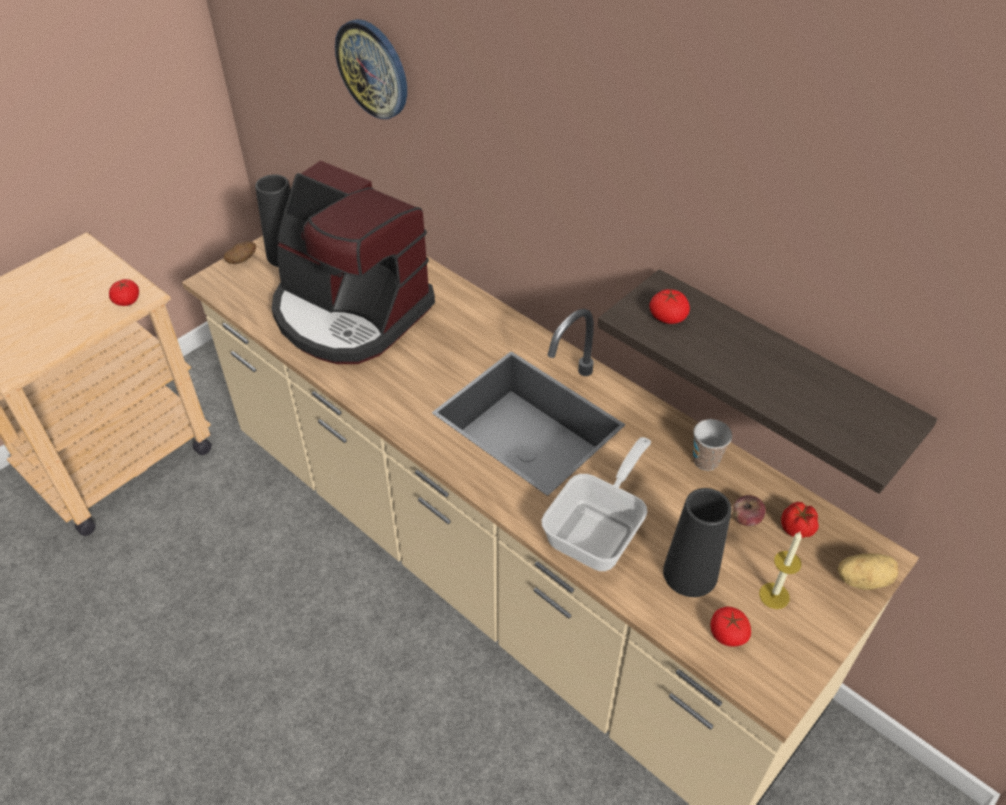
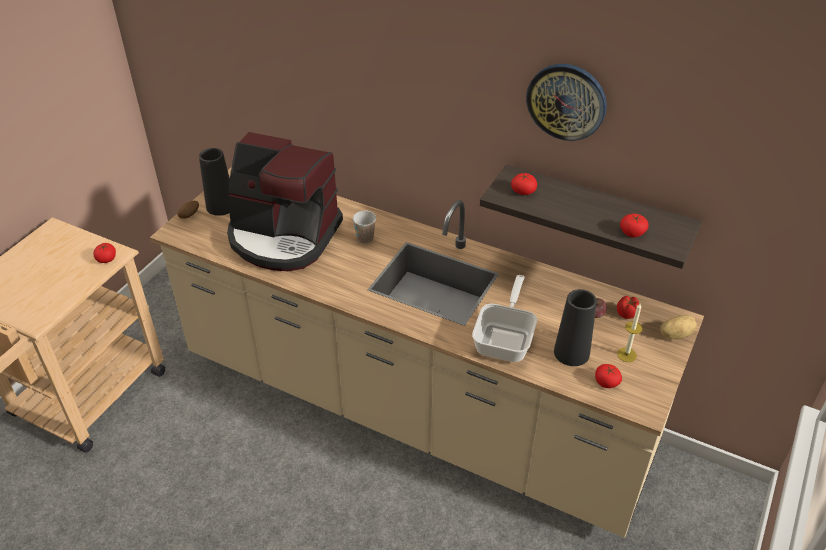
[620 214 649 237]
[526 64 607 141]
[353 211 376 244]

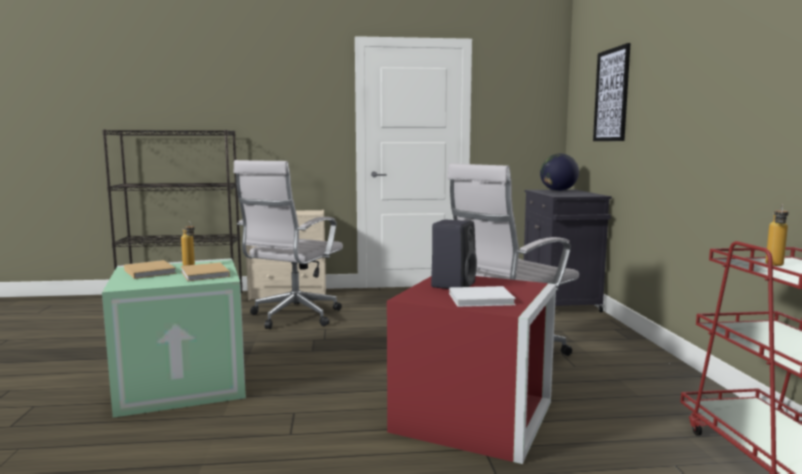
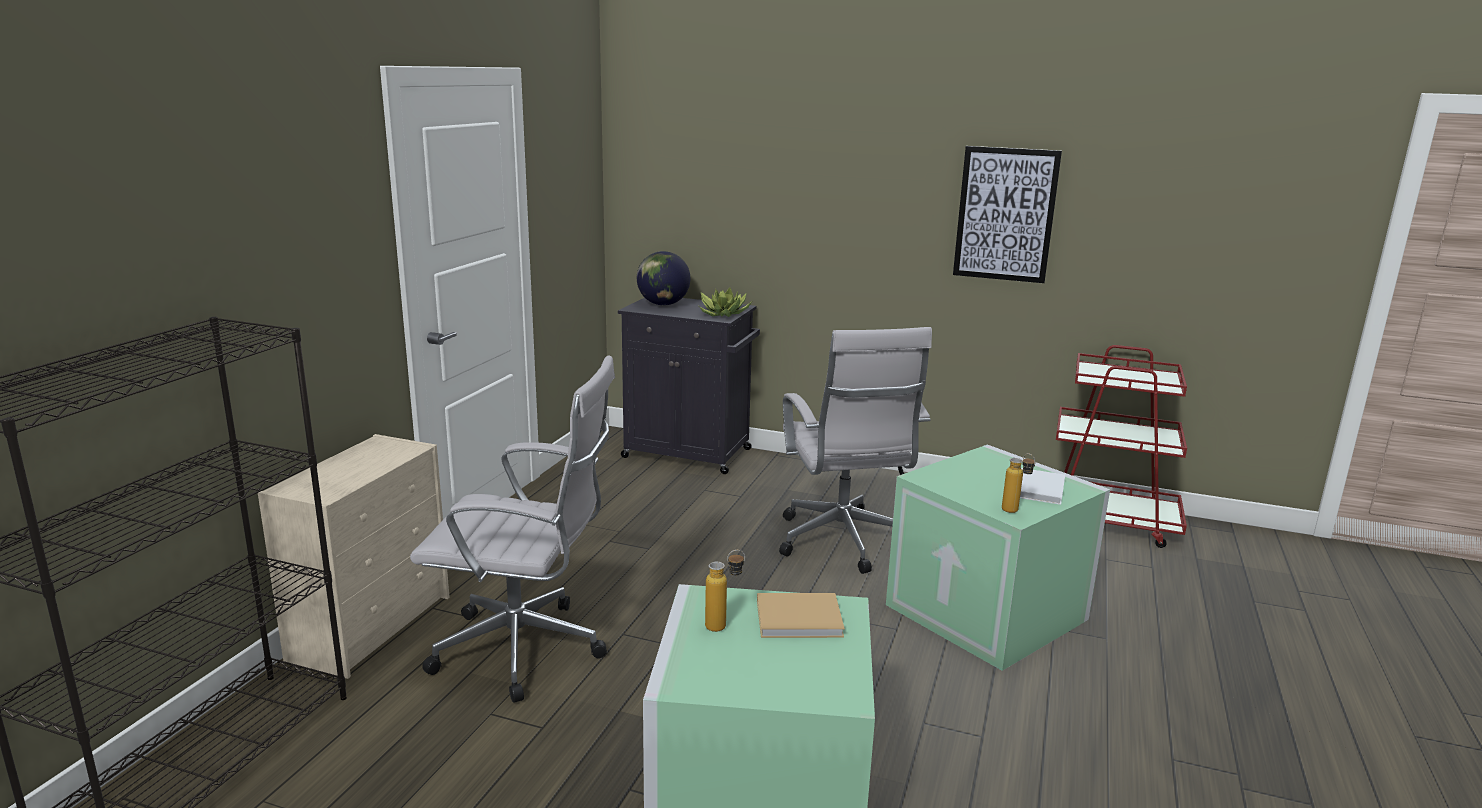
[124 260 176 279] (first image)
[431 220 477 289] (first image)
[699 287 752 317]
[953 146 1062 283]
[1002 453 1035 513]
[886 444 1110 671]
[410 356 615 703]

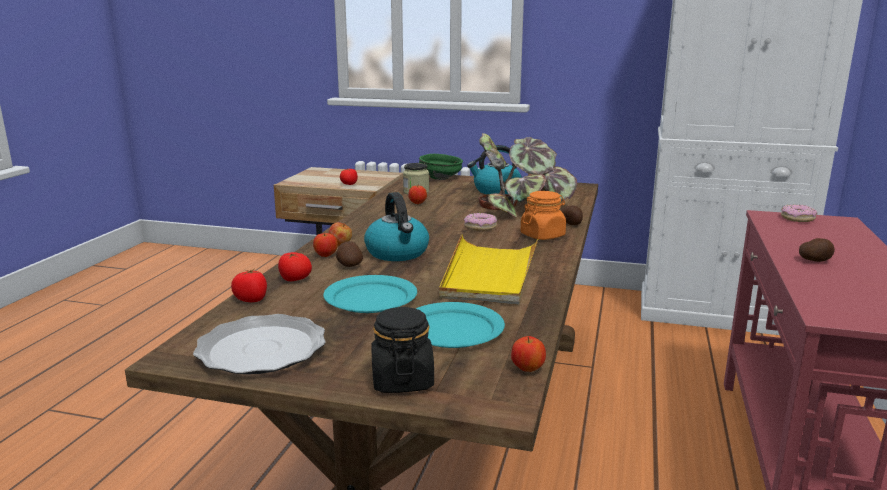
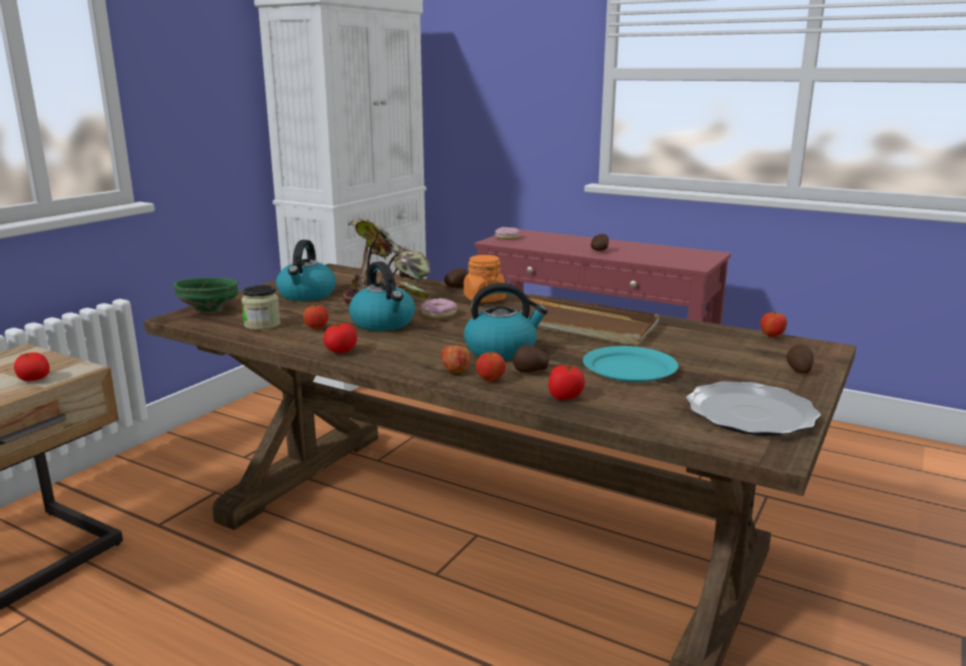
[416 302 505 348] (first image)
[349 261 415 331]
[323 323 357 353]
[786 344 814 374]
[520 294 659 346]

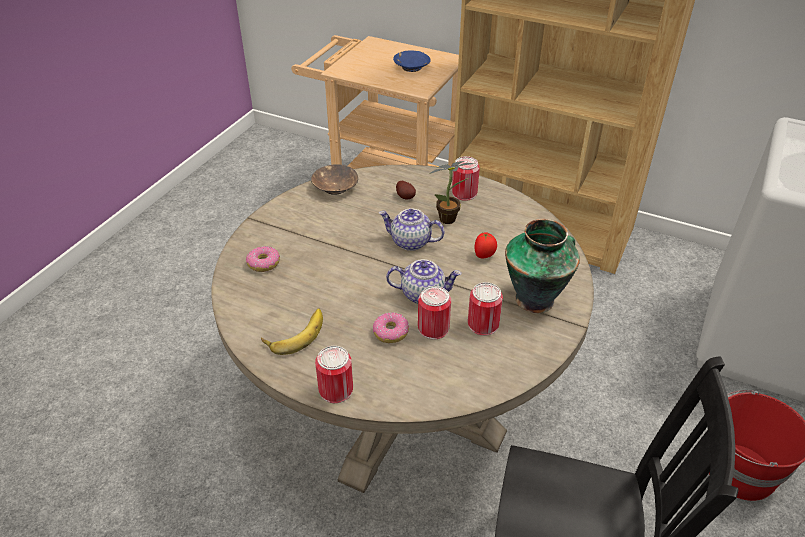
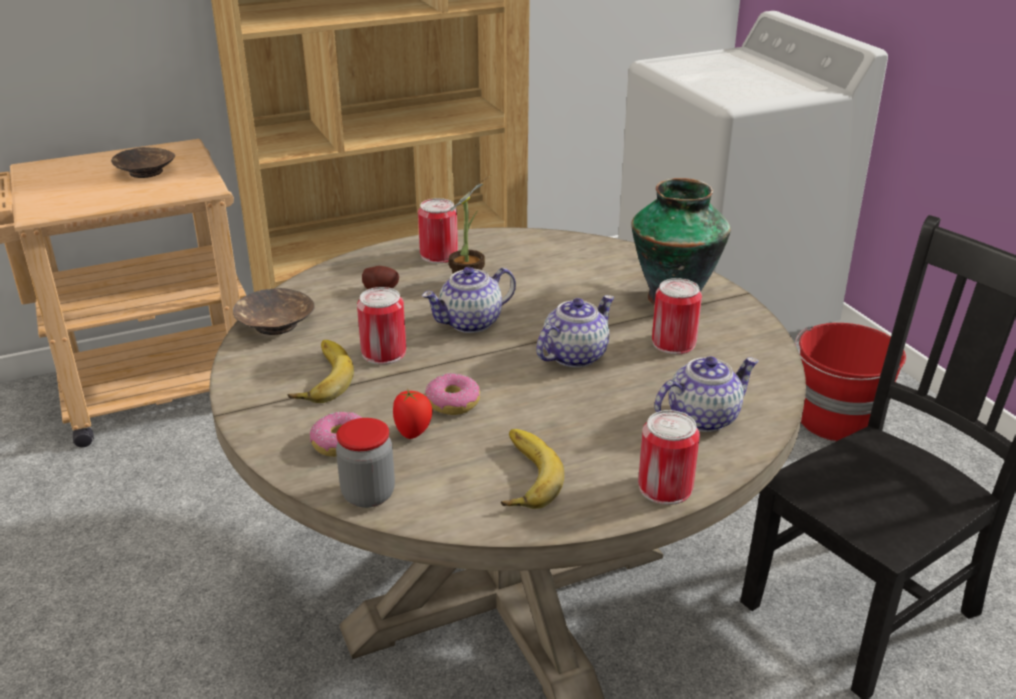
[287 340 354 403]
[336 418 395 508]
[654 357 759 432]
[425 373 480 415]
[357 287 406 365]
[393 388 432 439]
[111 147 175 178]

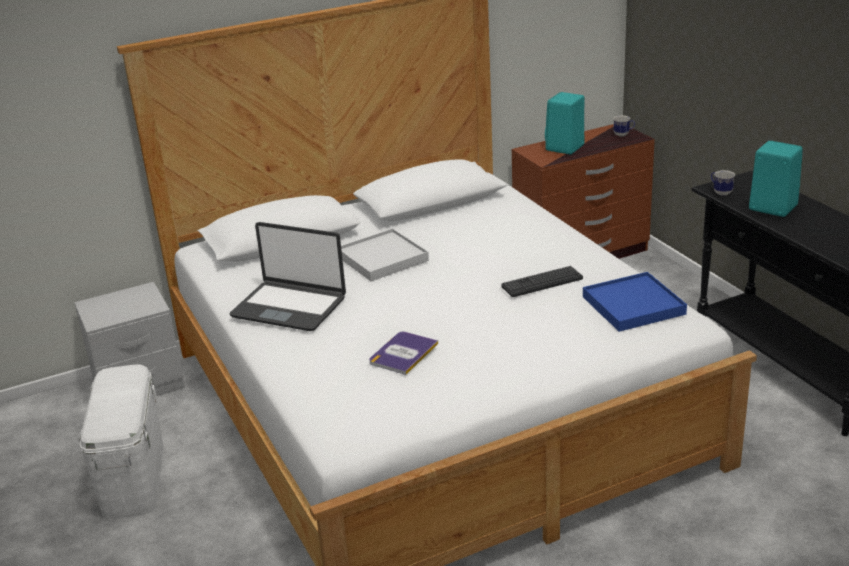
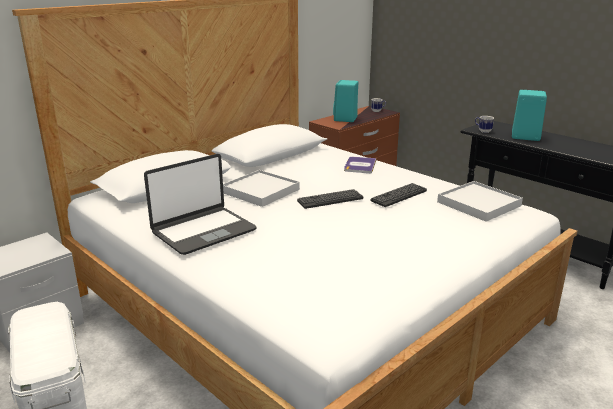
[297 189 363 209]
[344 157 376 174]
[437 181 523 222]
[144 154 257 255]

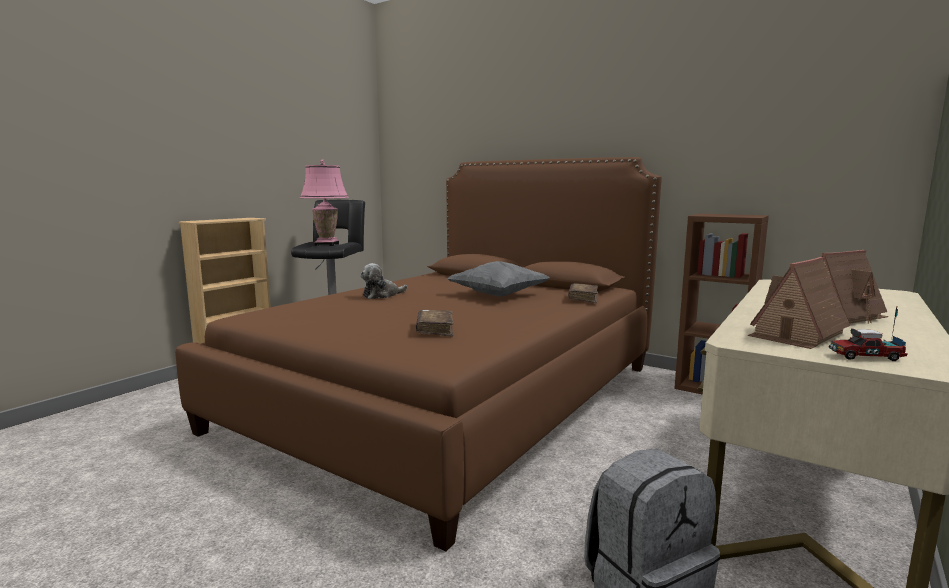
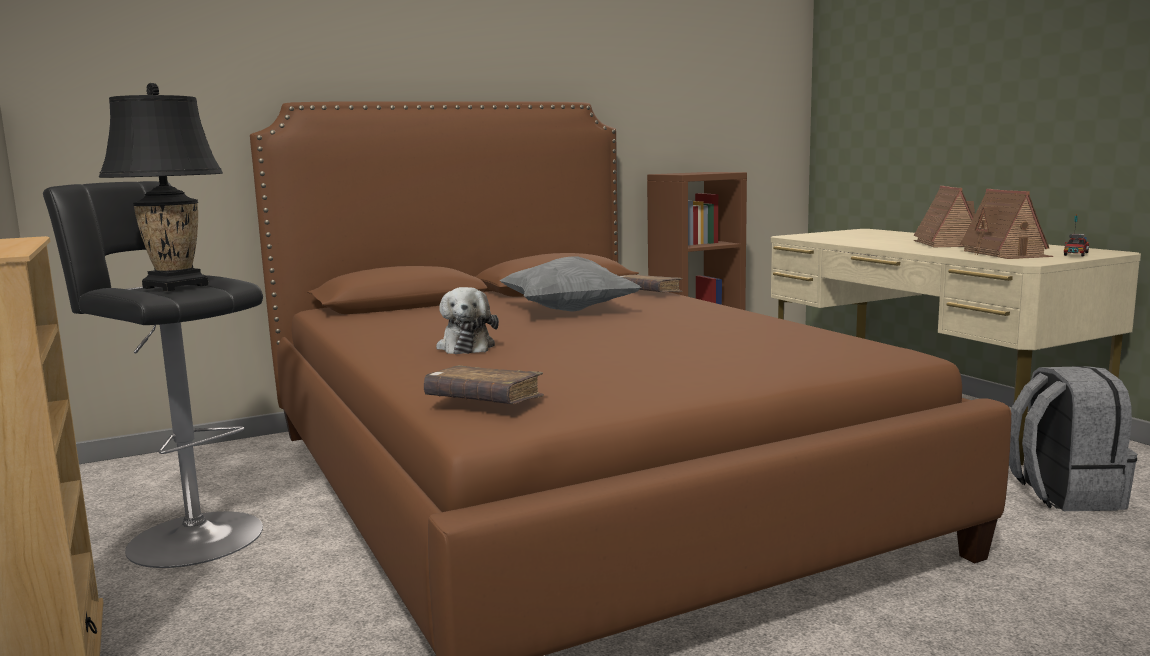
[424 365 544 404]
[99 83 223 291]

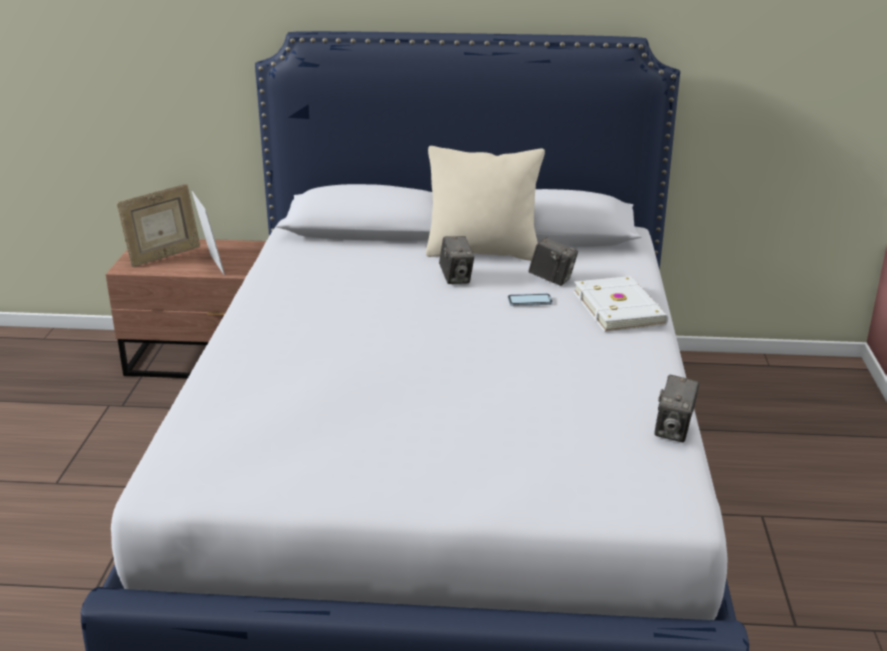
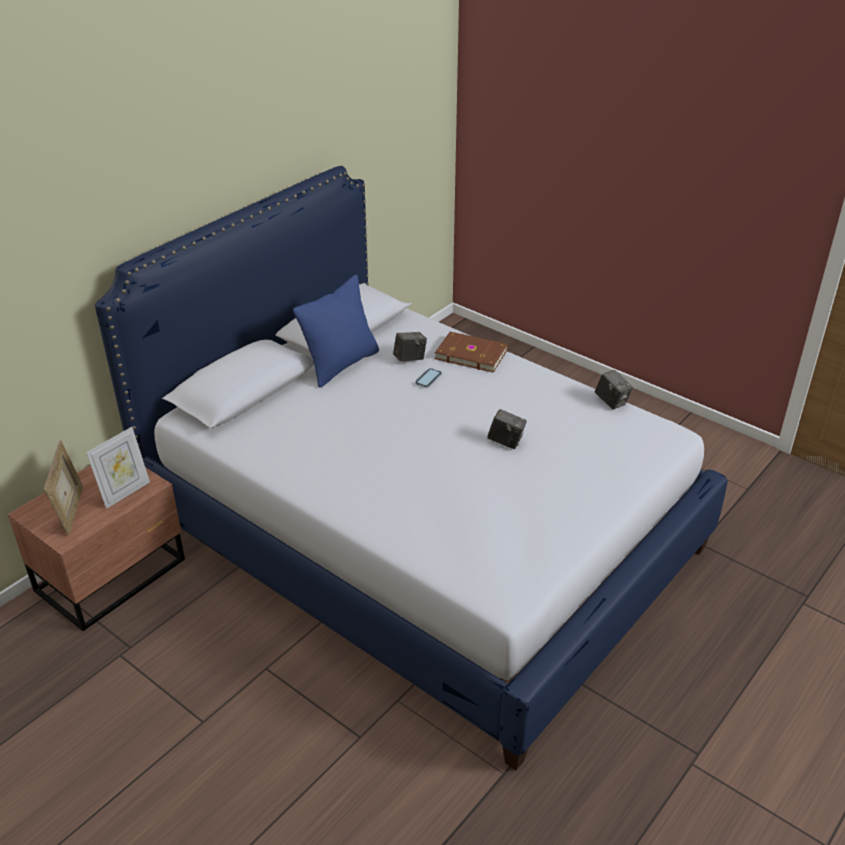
[487 409 527 449]
[293 275 379 388]
[435 332 508 373]
[86 427 150 509]

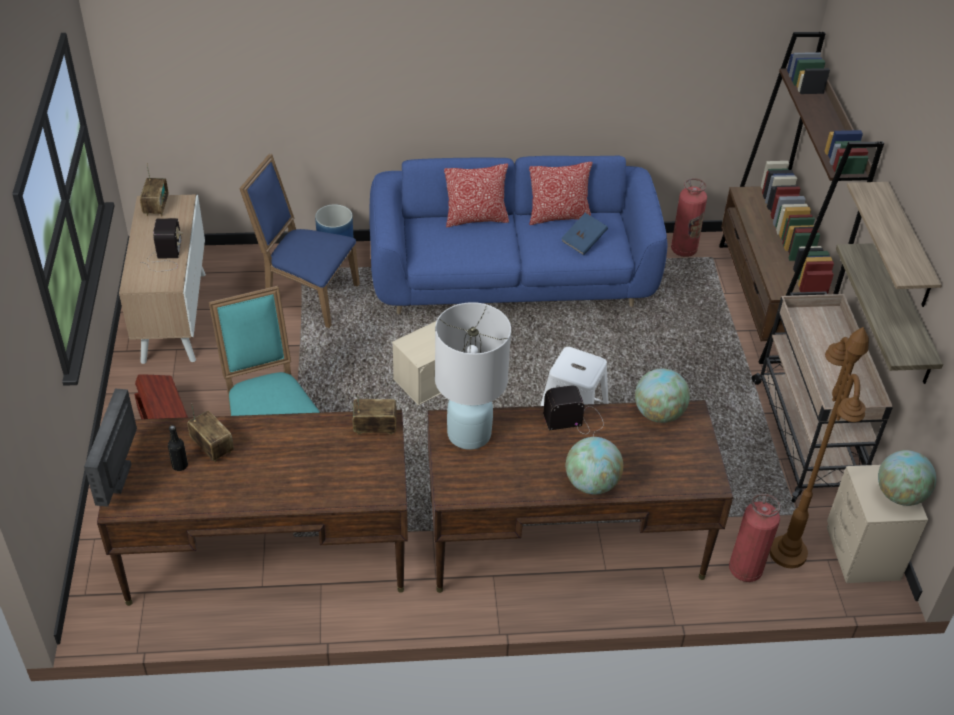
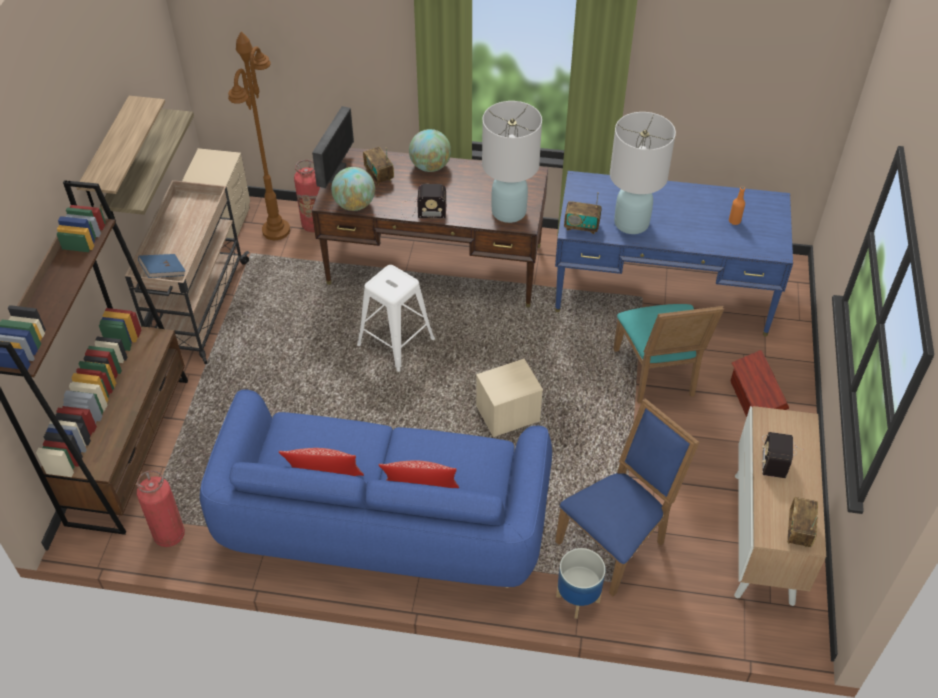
[878 450 936 506] (first image)
[610 112 676 234]
[312 106 354 188]
[363 147 394 185]
[138 254 185 278]
[555 171 793 336]
[729 187 745 225]
[555 398 699 596]

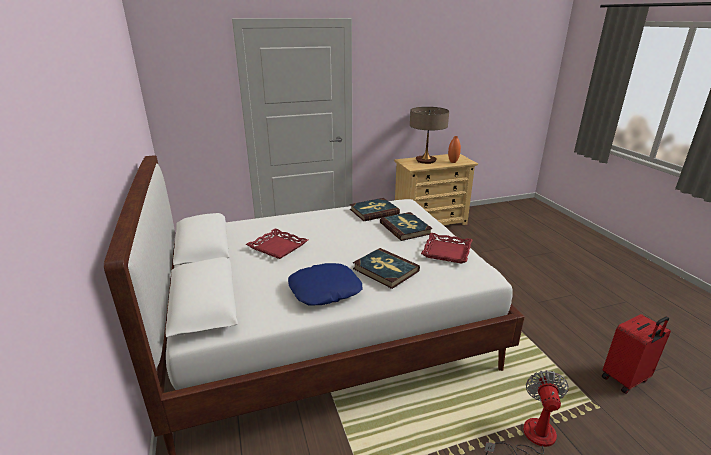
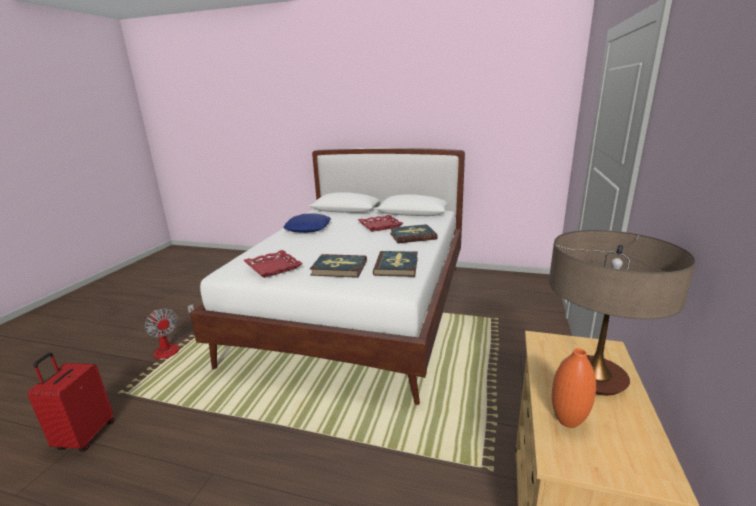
[390 224 437 243]

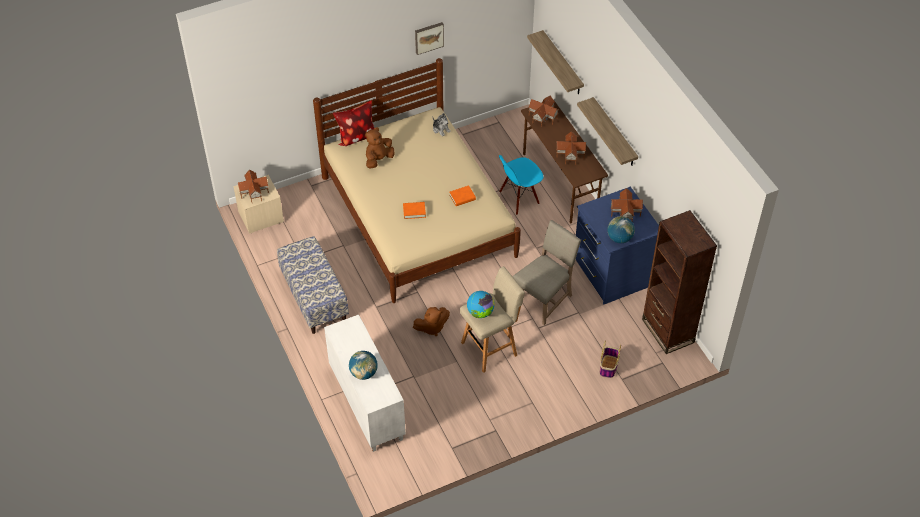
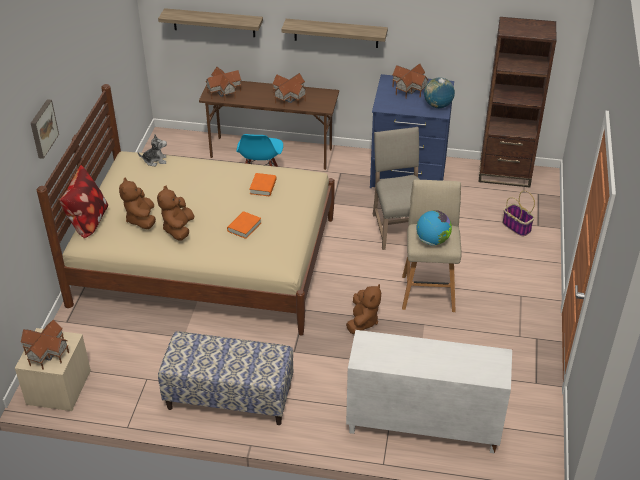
[349 351 378 380] (first image)
[157 185 194 241]
[31 99 59 159]

